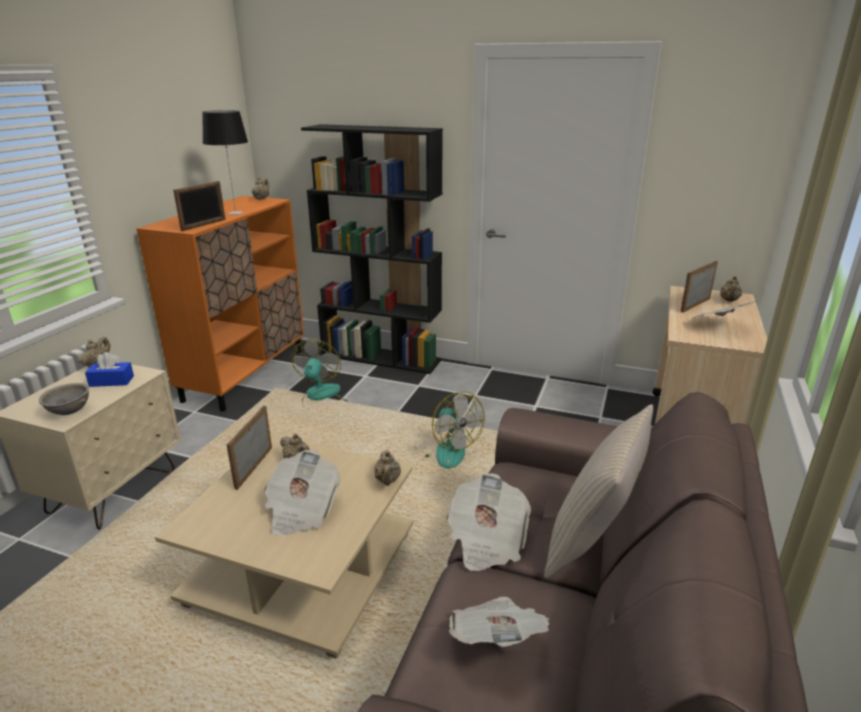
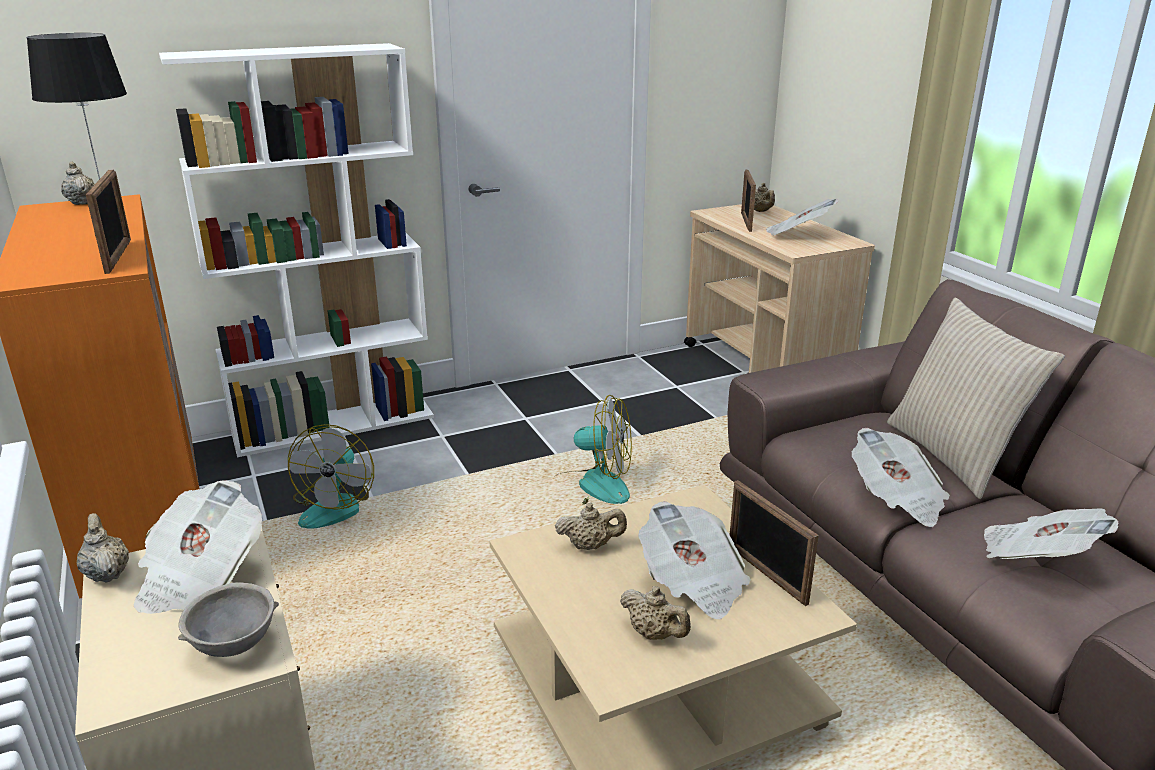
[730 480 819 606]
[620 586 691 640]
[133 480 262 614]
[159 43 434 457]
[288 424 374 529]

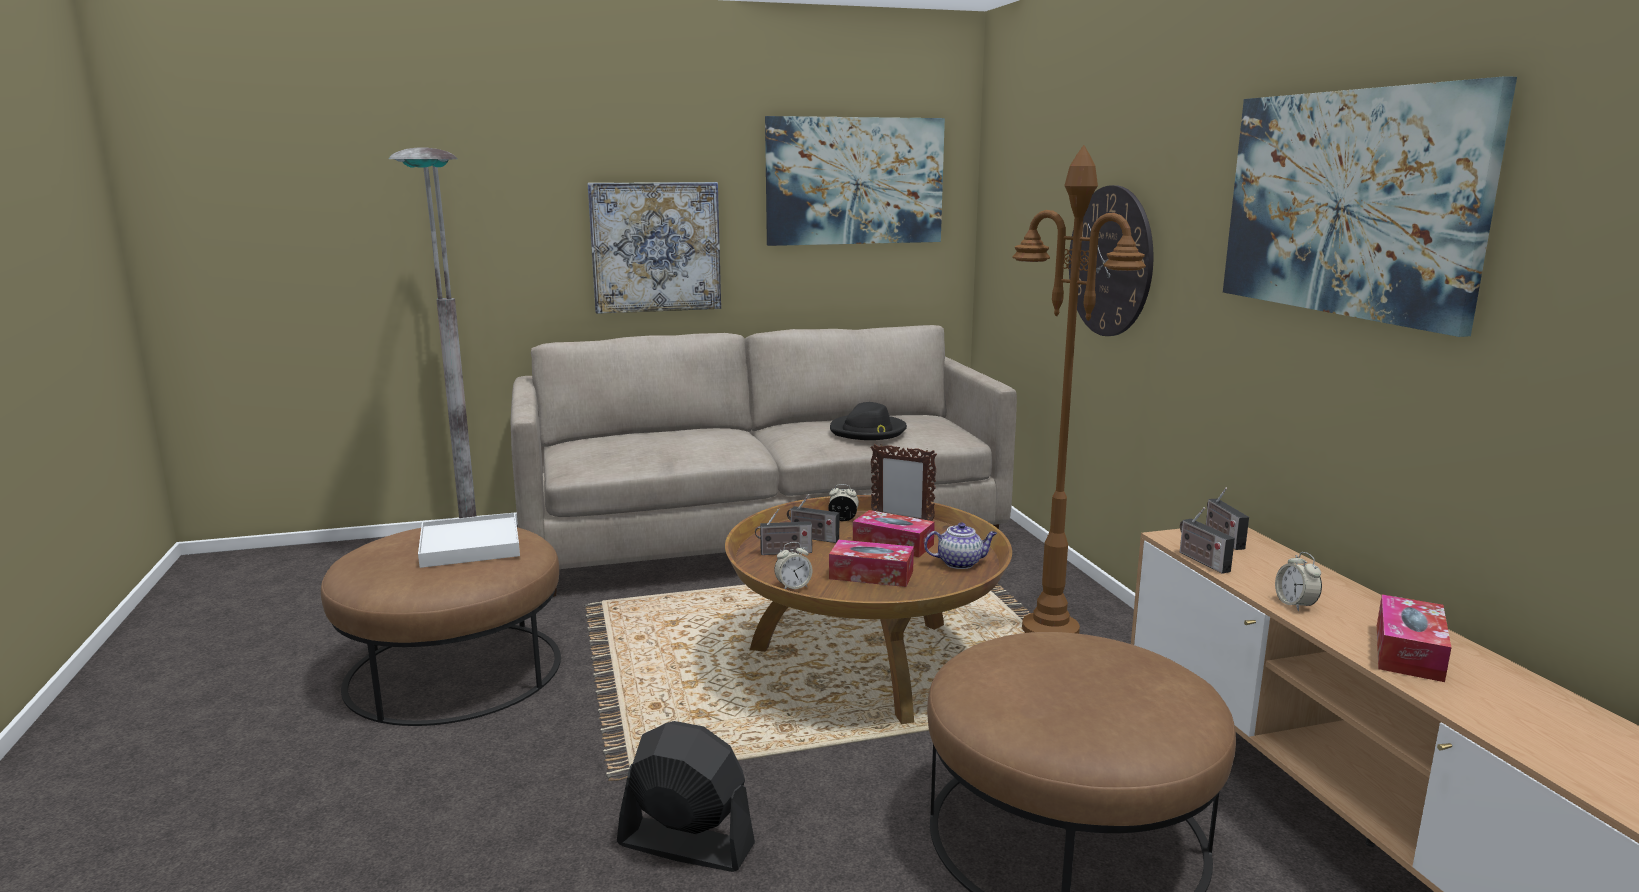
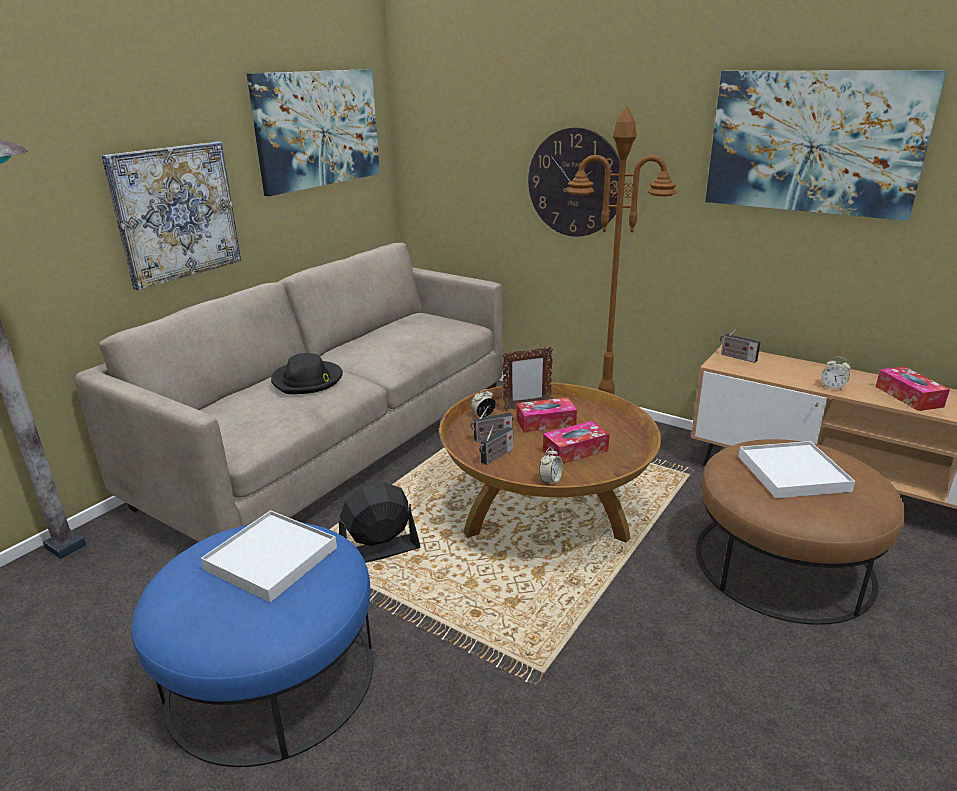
[924 523 997 569] (first image)
[1180 507 1235 574] (first image)
[738 441 855 498]
[339 482 420 563]
[271 353 343 394]
[132 522 373 767]

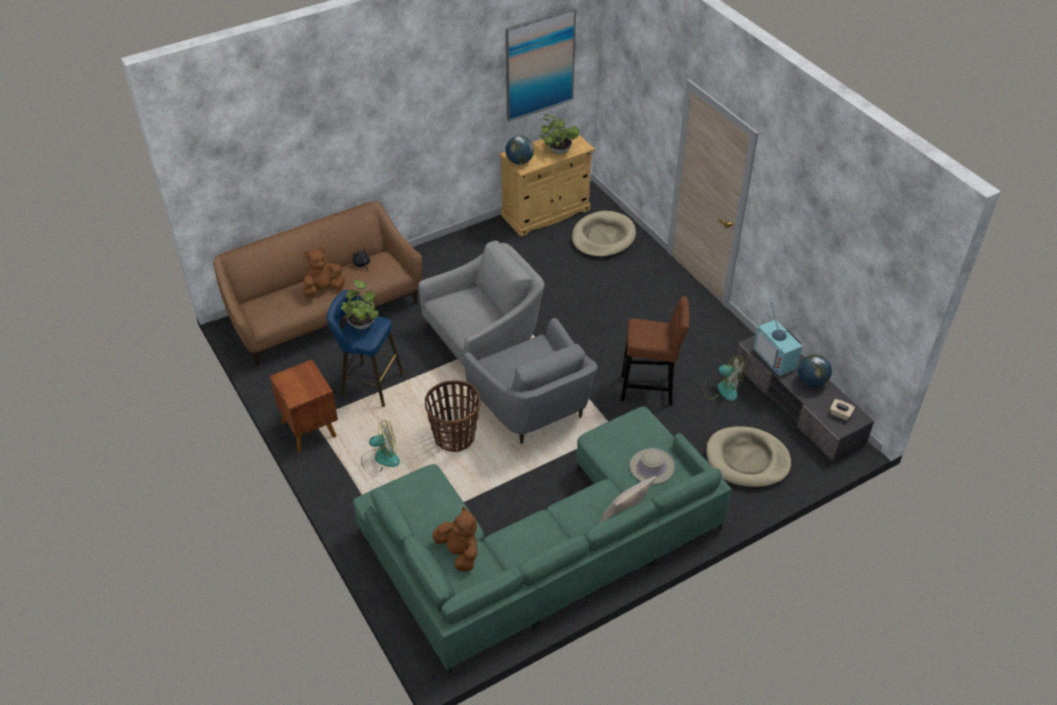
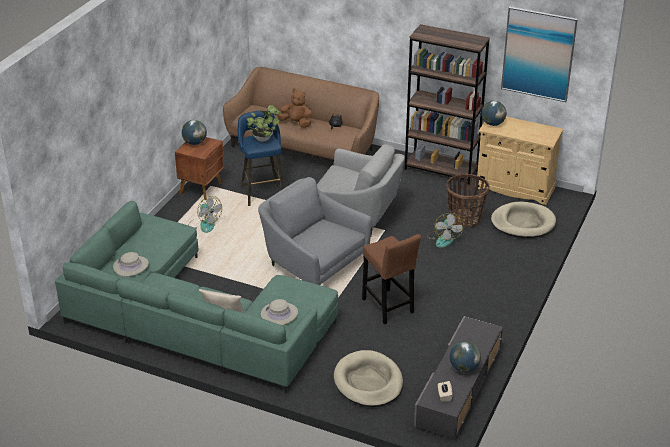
[539 115 579 154] (first image)
[753 301 802 376] (first image)
[182 120 207 145]
[405 24 490 185]
[446 174 490 227]
[427 213 464 248]
[113 252 149 277]
[258 177 372 285]

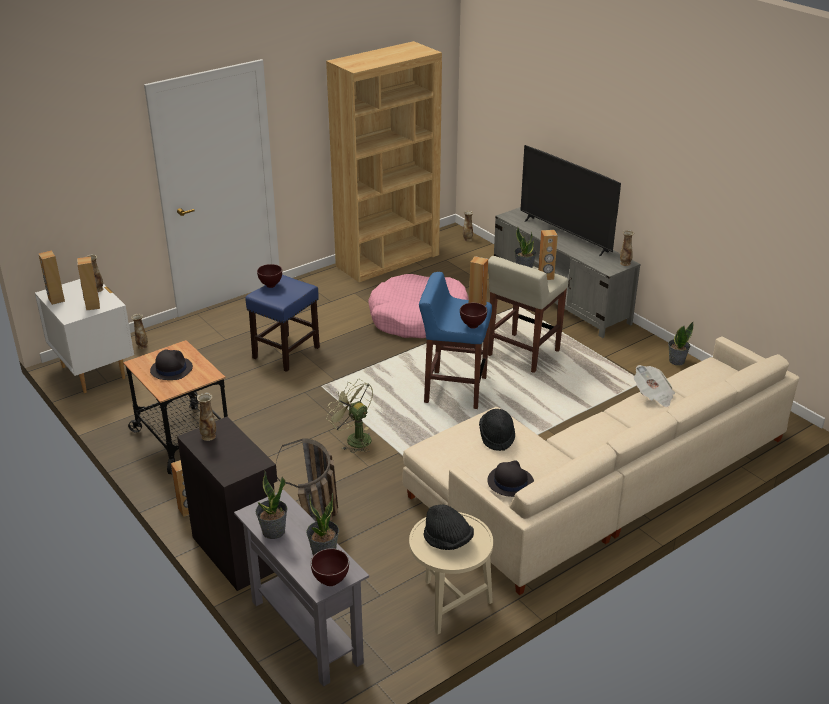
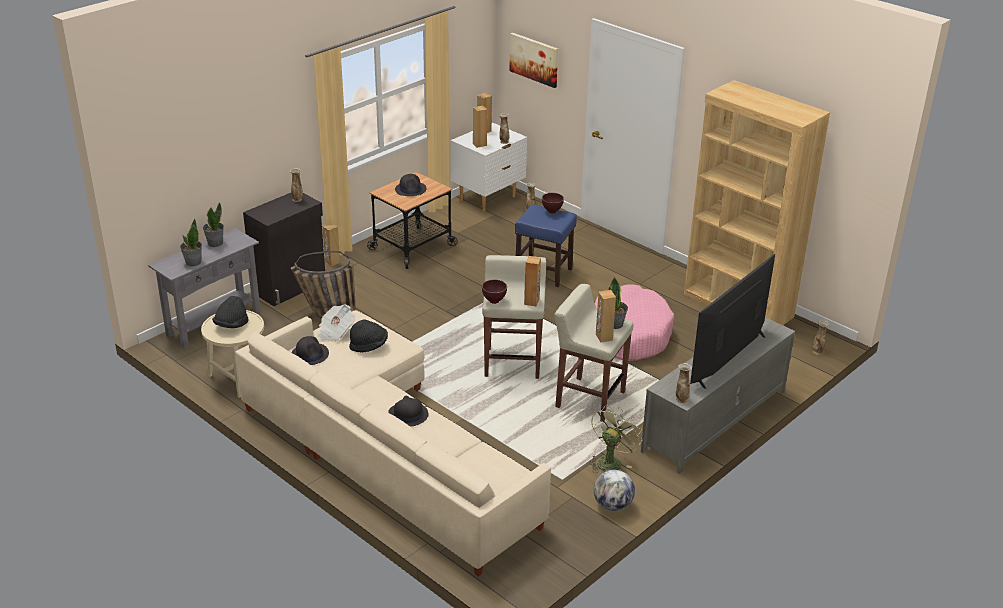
[311 548 349 586] (first image)
[388 395 429 427]
[509 33 558 88]
[589 405 642 473]
[317 305 355 341]
[594 470 635 511]
[482 255 546 379]

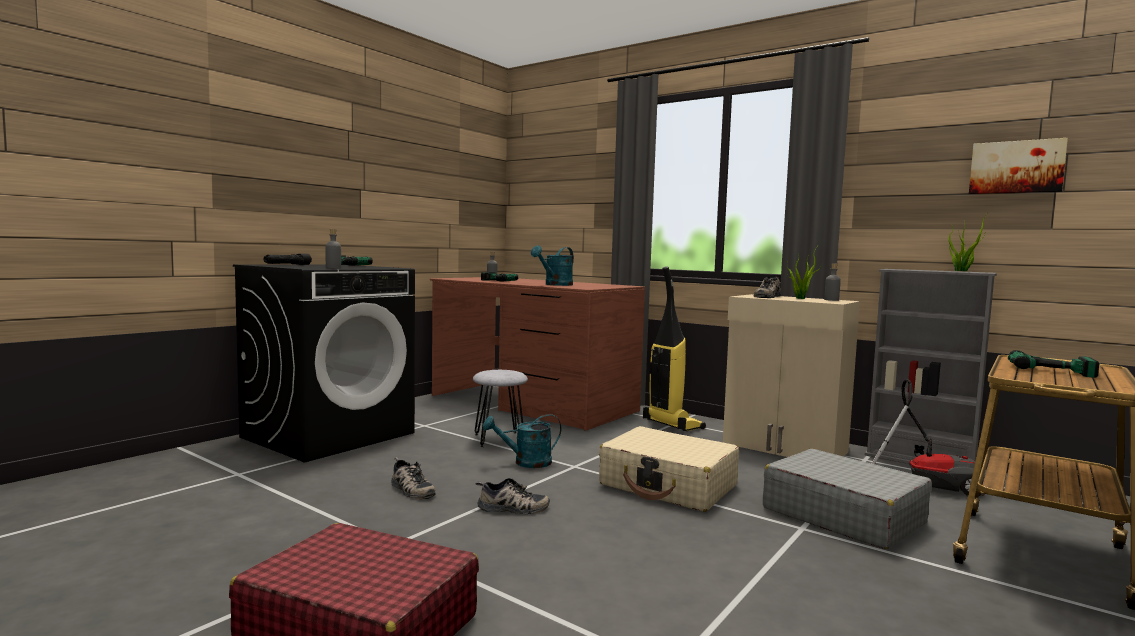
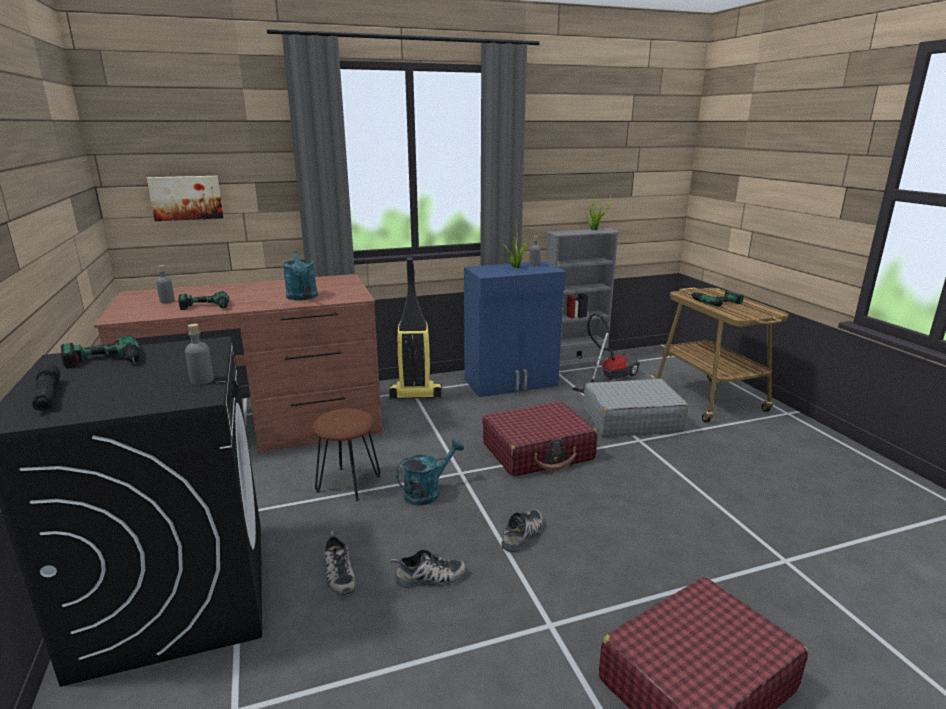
[325 531 356 596]
[147 176 224 221]
[312 408 380 501]
[482 401 597 477]
[464 261 566 397]
[396 438 464 505]

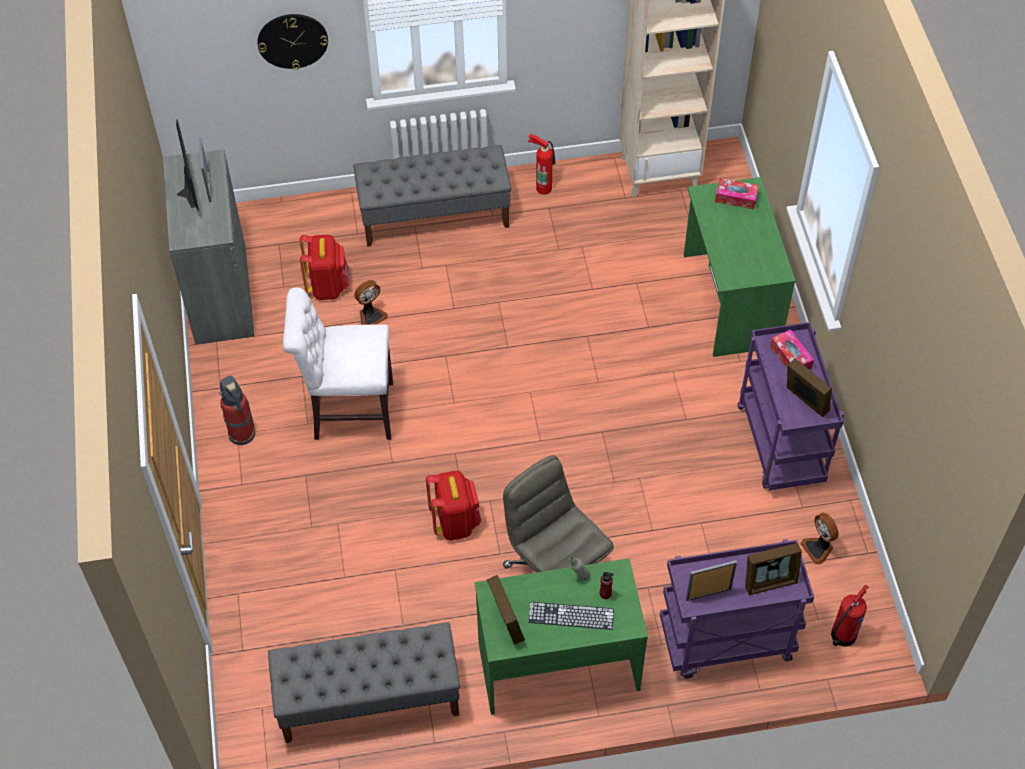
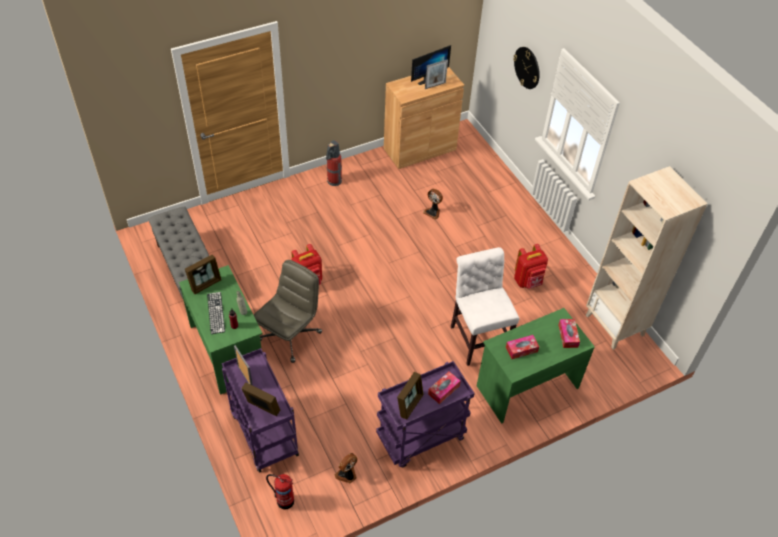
[353 145 511 247] (first image)
[528 134 556 195] (first image)
[506 335 539 359]
[450 247 520 366]
[514 244 548 289]
[384 67 464 169]
[241 382 280 416]

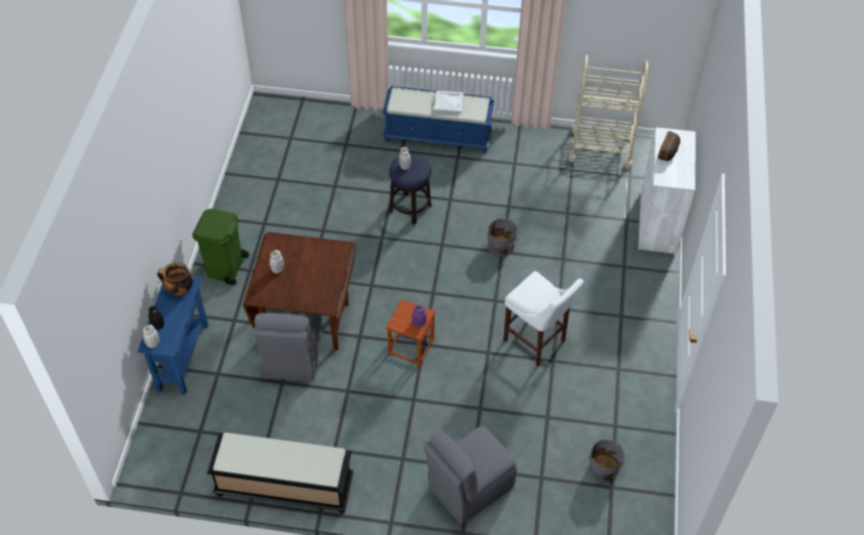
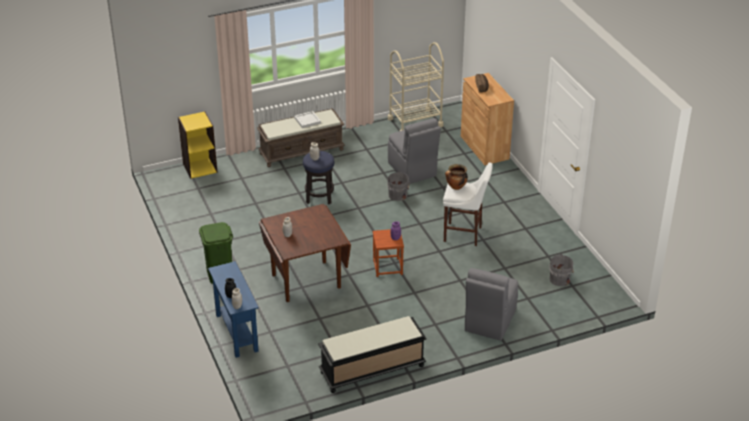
[178 111 218 179]
[445 164 468 190]
[388 118 441 184]
[257 108 345 167]
[461 73 514 165]

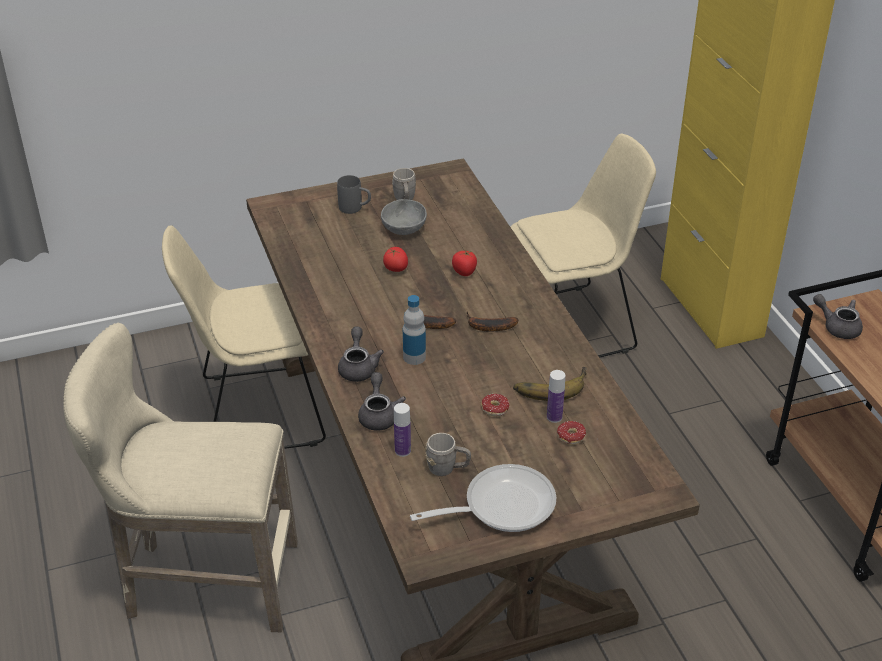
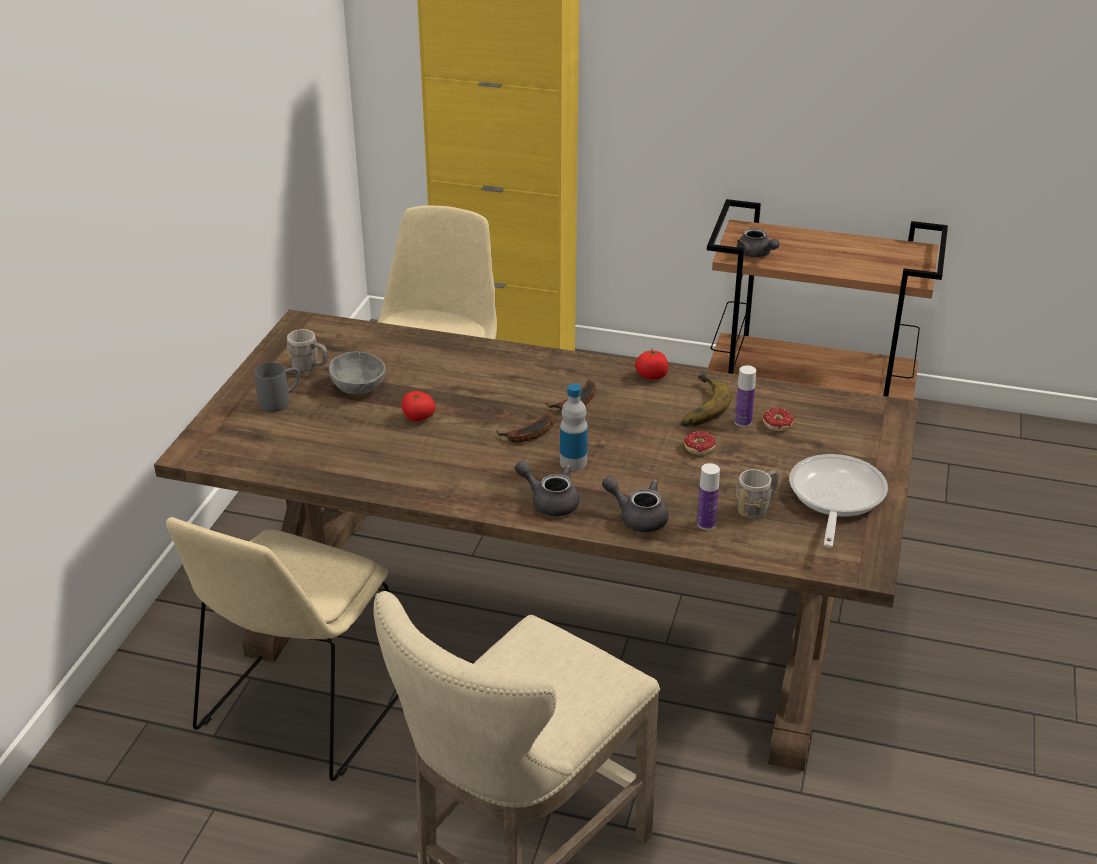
[635 348 668 380]
[737 228 780 257]

